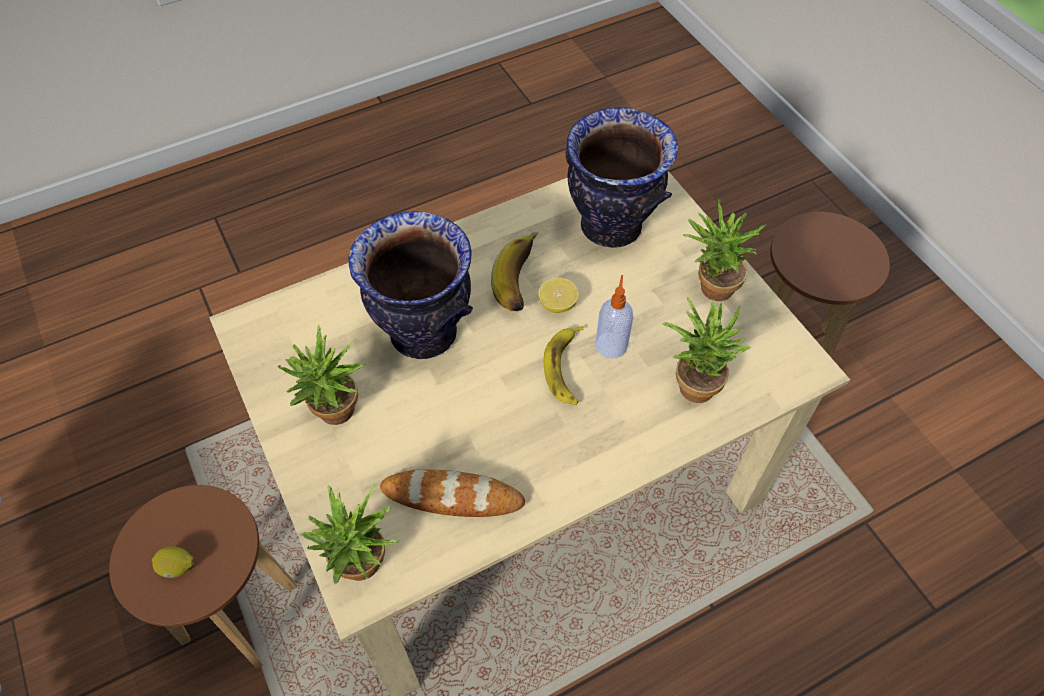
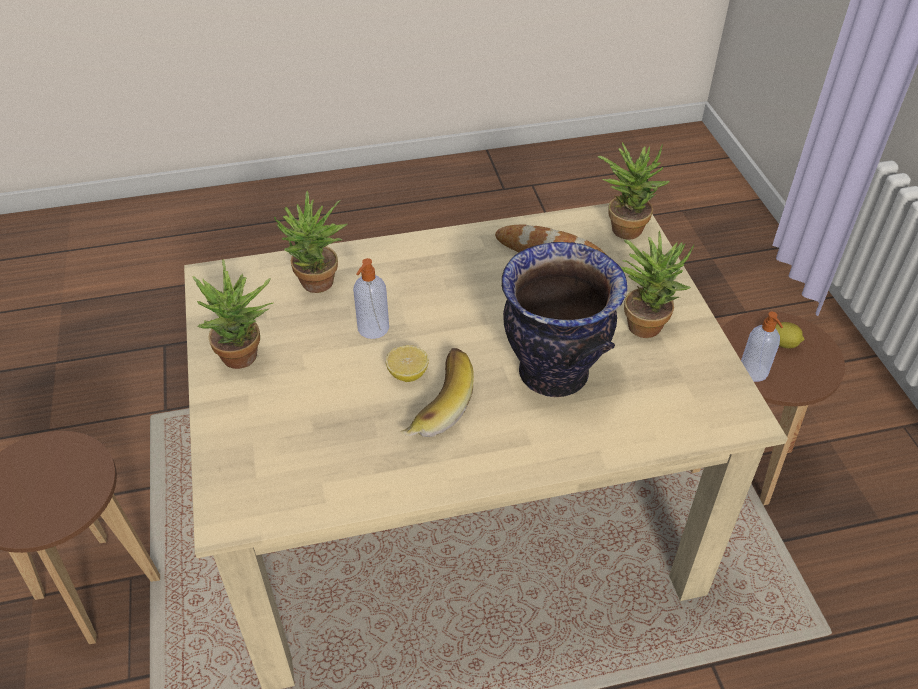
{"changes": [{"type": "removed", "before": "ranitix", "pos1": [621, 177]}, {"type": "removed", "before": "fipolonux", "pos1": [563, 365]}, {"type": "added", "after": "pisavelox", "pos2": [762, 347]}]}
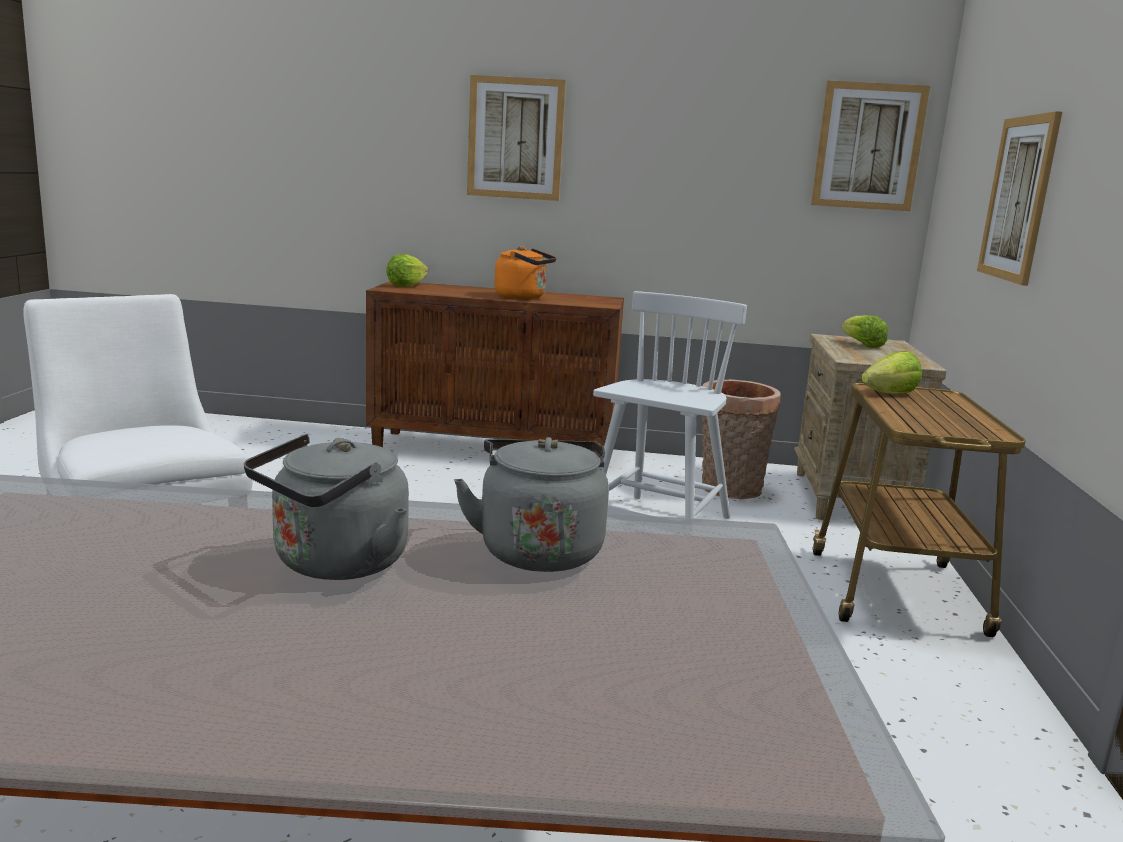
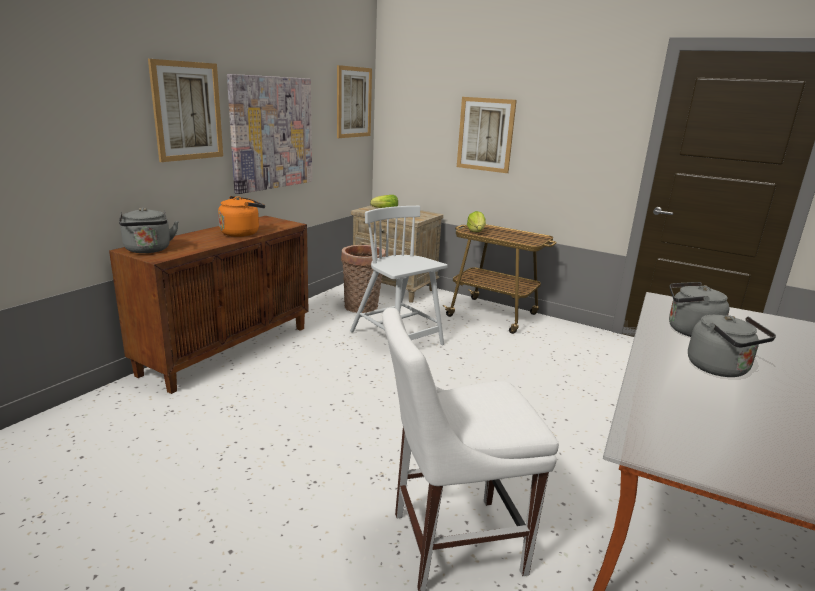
{"changes": [{"type": "replaced", "before": "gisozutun", "after": "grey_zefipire", "pos1": [407, 270], "pos2": [149, 230]}, {"type": "added", "after": "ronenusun", "pos2": [269, 134]}]}
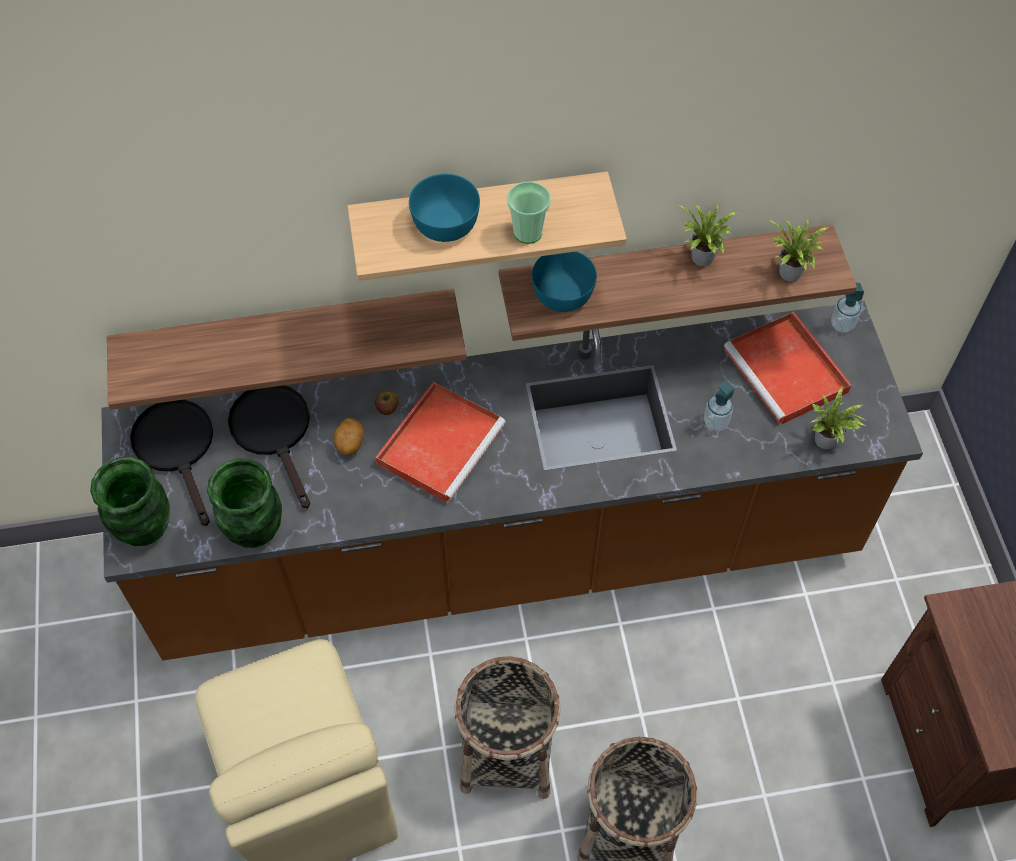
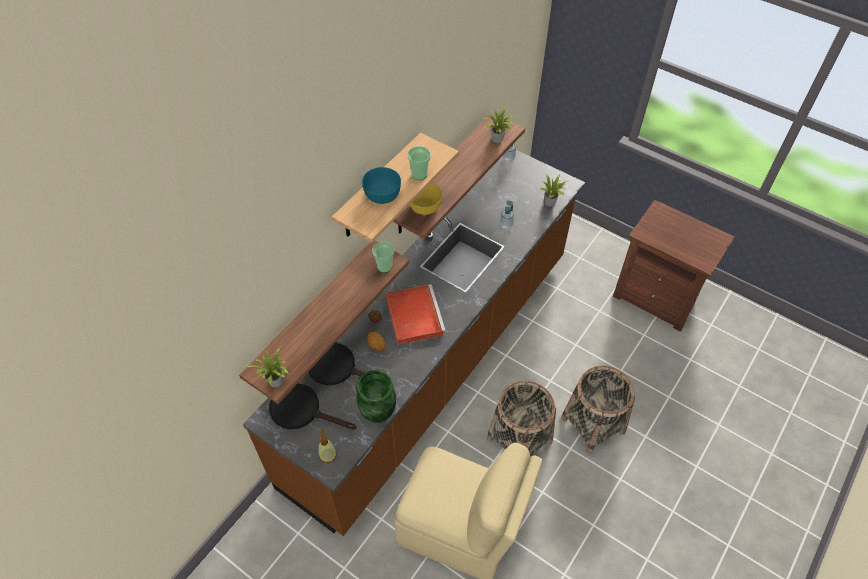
{"changes": [{"type": "moved", "before": "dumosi", "pos1": [708, 234], "pos2": [268, 367]}, {"type": "recoloured", "before": "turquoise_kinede", "after": "yellow_kinede", "pos1": [564, 282], "pos2": [426, 199]}, {"type": "removed", "before": "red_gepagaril", "pos1": [787, 368]}, {"type": "replaced", "before": "green_ranitix", "after": "pisavelox", "pos1": [130, 501], "pos2": [327, 446]}, {"type": "added", "after": "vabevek", "pos2": [383, 257]}]}
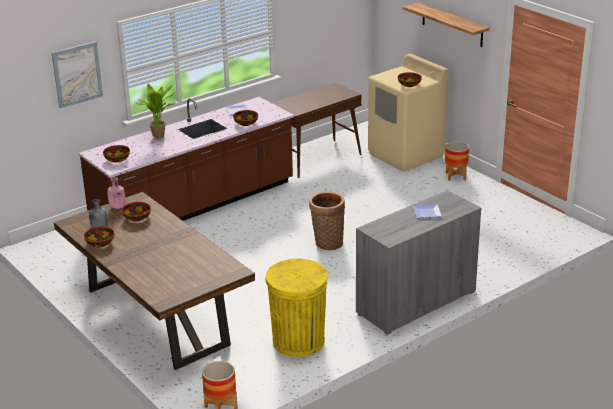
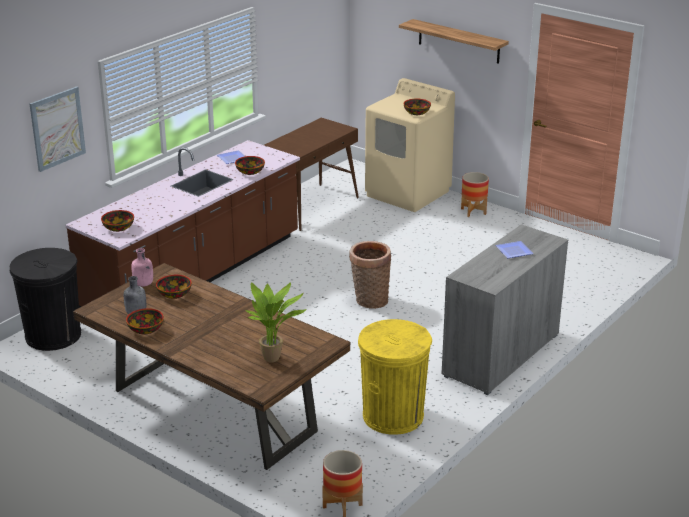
{"changes": [{"type": "moved", "before": "dumosi", "pos1": [155, 110], "pos2": [276, 322]}, {"type": "added", "after": "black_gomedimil", "pos2": [45, 299]}]}
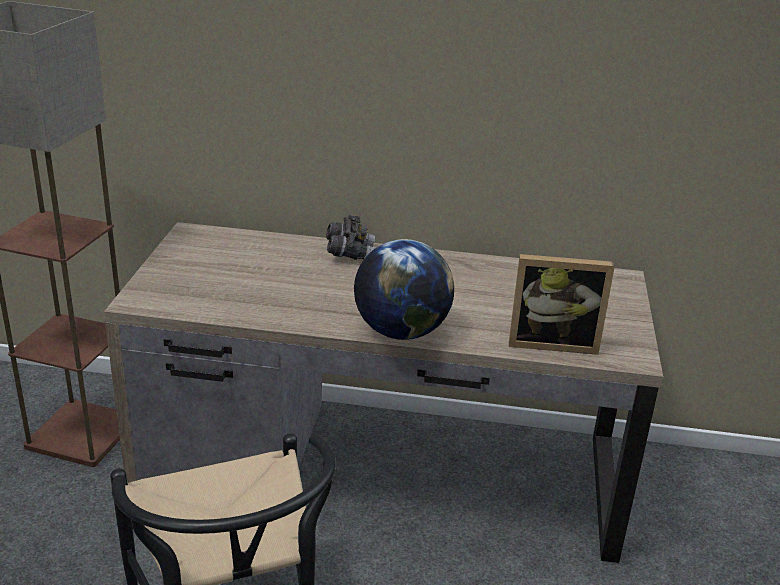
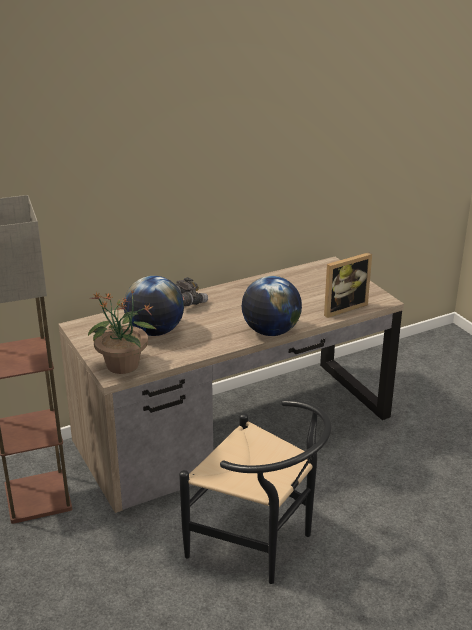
{"changes": [{"type": "added", "after": "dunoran", "pos2": [154, 306]}, {"type": "added", "after": "dumosi", "pos2": [122, 332]}]}
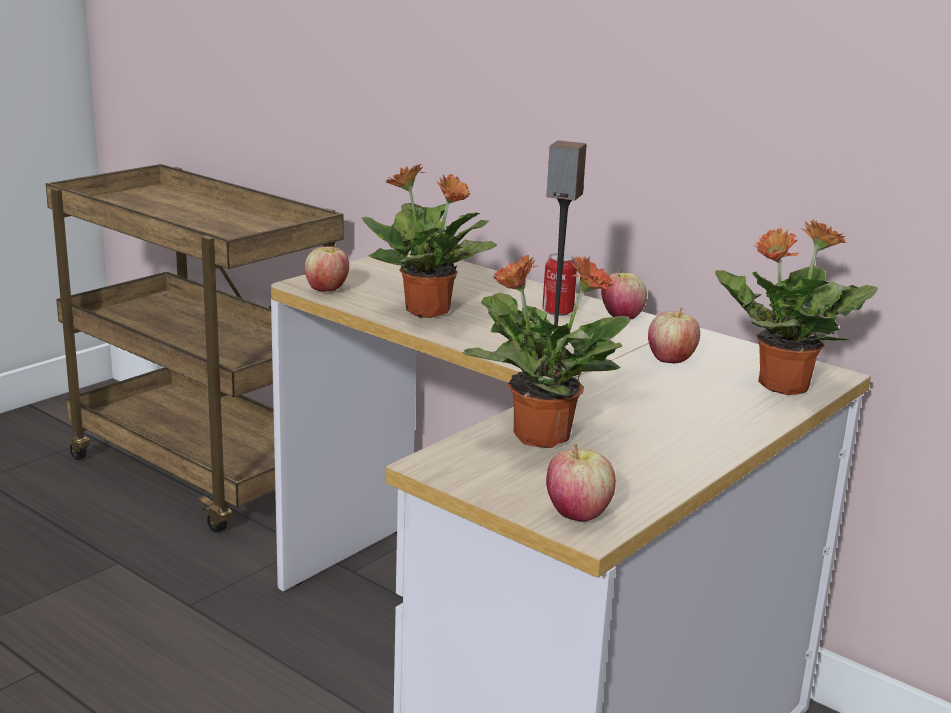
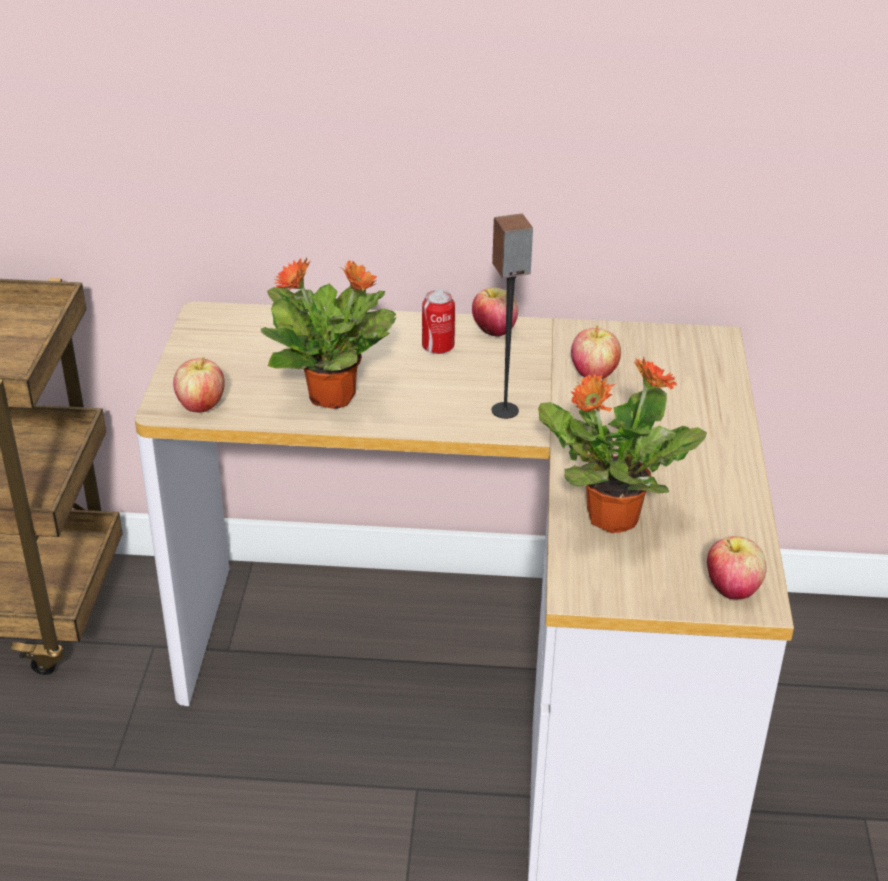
{"changes": [{"type": "removed", "before": "dumosi", "pos1": [796, 307]}]}
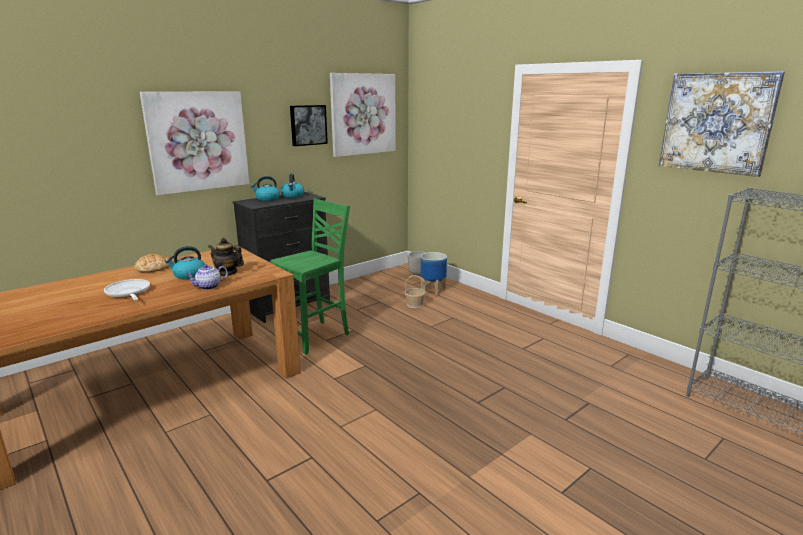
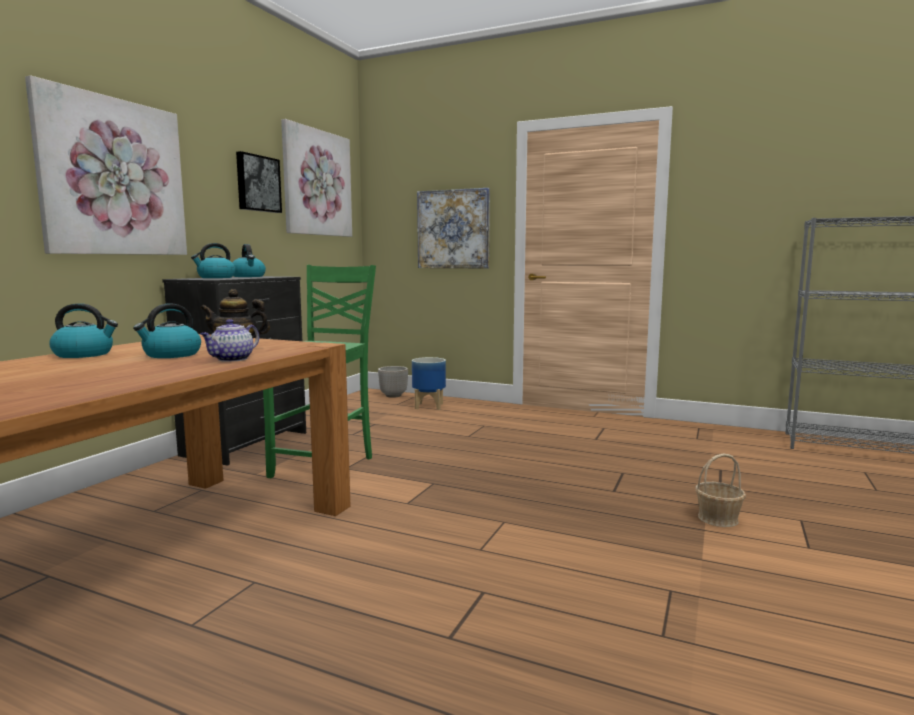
{"changes": [{"type": "moved", "before": "ronenusun", "pos1": [722, 124], "pos2": [453, 228]}, {"type": "replaced", "before": "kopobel", "after": "zefipire", "pos1": [153, 263], "pos2": [83, 330]}, {"type": "moved", "before": "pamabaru", "pos1": [415, 291], "pos2": [720, 490]}, {"type": "removed", "before": "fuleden", "pos1": [127, 289]}]}
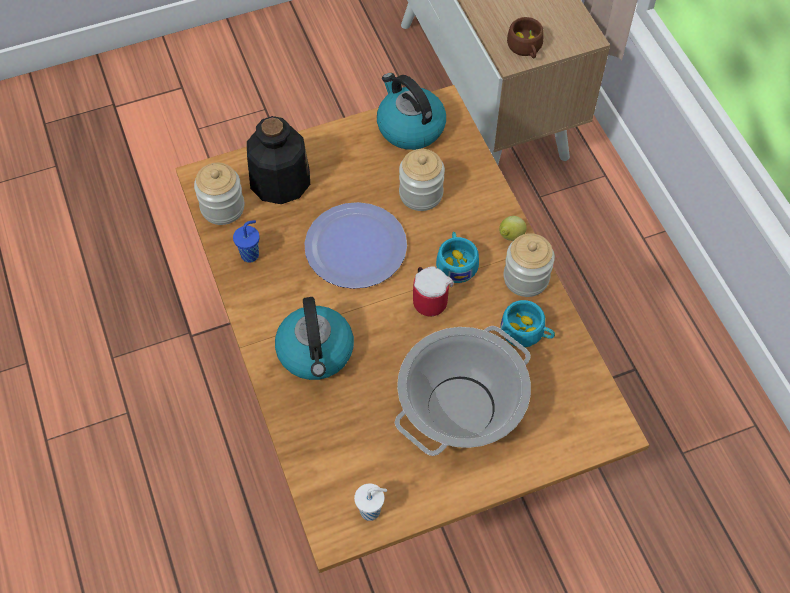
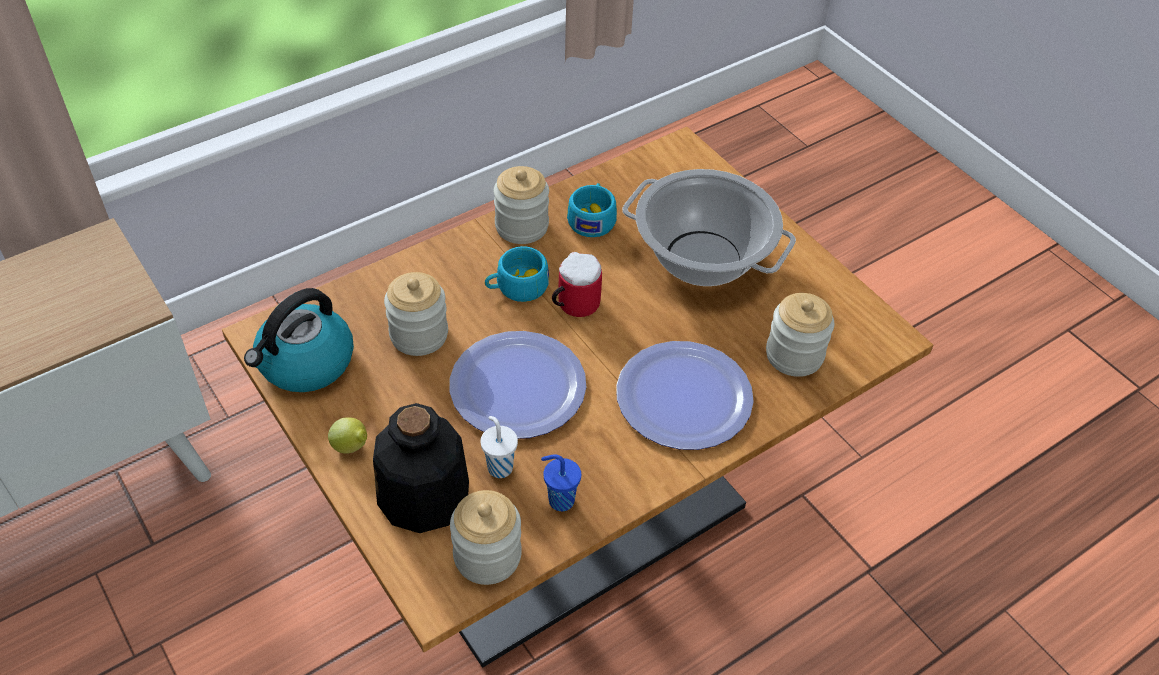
{"changes": [{"type": "removed", "before": "brown_vabevek", "pos1": [525, 37]}, {"type": "moved", "before": "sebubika", "pos1": [513, 228], "pos2": [347, 435]}, {"type": "replaced", "before": "zefipire", "after": "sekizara", "pos1": [314, 338], "pos2": [685, 395]}, {"type": "moved", "before": "white_vabevek", "pos1": [370, 502], "pos2": [499, 447]}, {"type": "added", "after": "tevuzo", "pos2": [800, 335]}]}
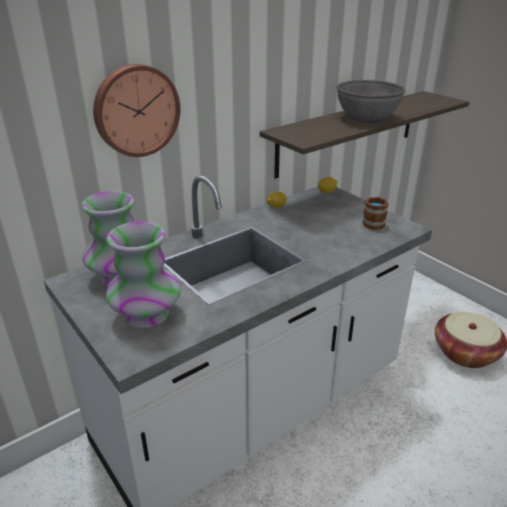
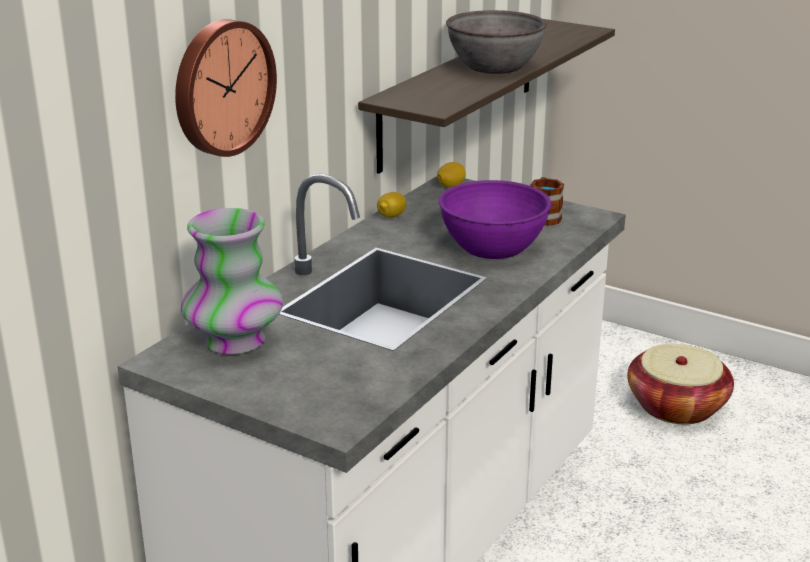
{"changes": [{"type": "removed", "before": "ranitix", "pos1": [143, 274]}, {"type": "added", "after": "purple_kinede", "pos2": [495, 219]}]}
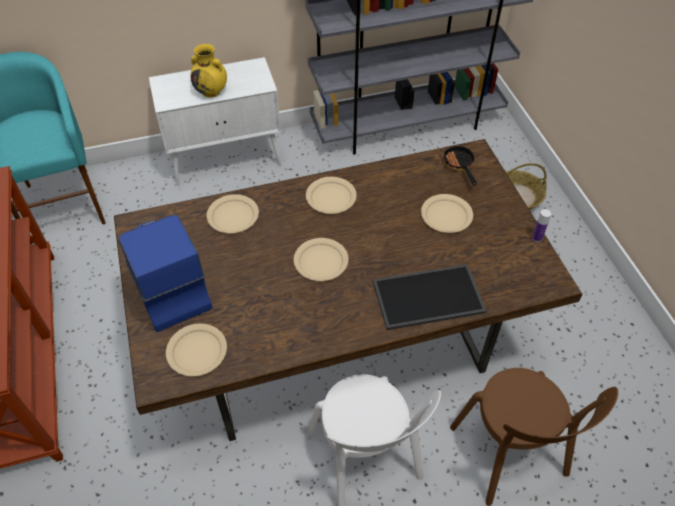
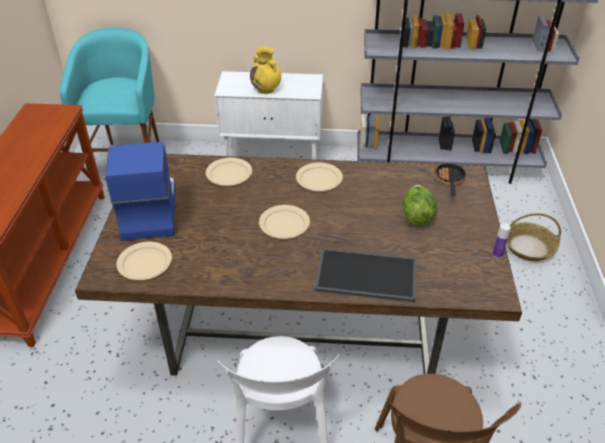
{"changes": [{"type": "replaced", "before": "beige_sekizara", "after": "gisozutun", "pos1": [447, 213], "pos2": [419, 205]}]}
